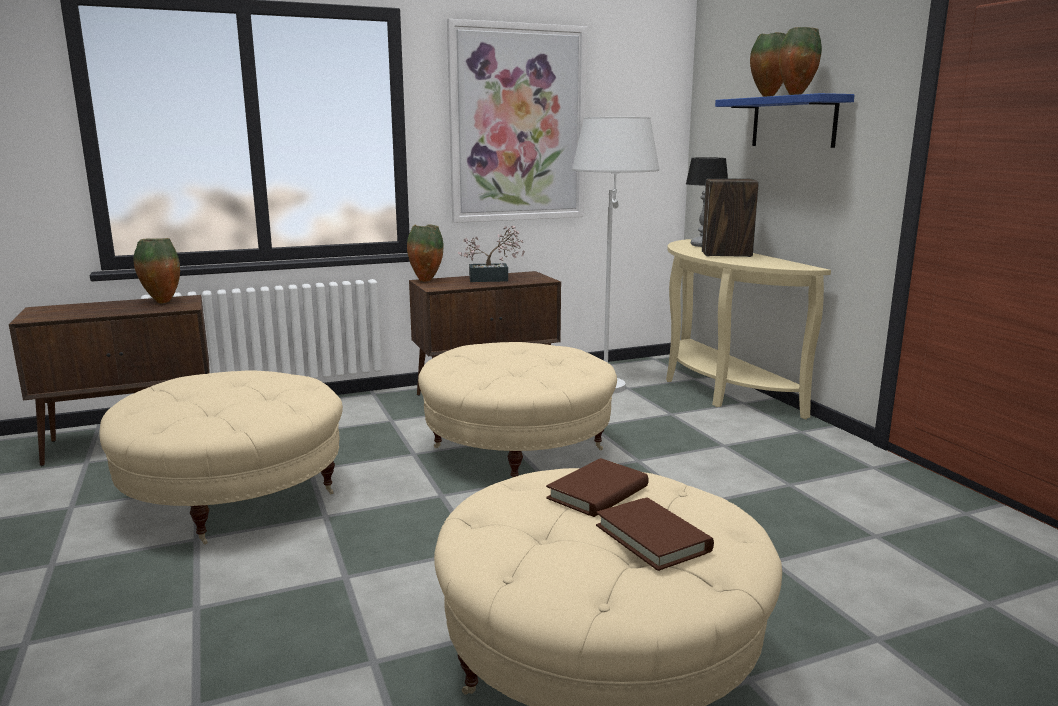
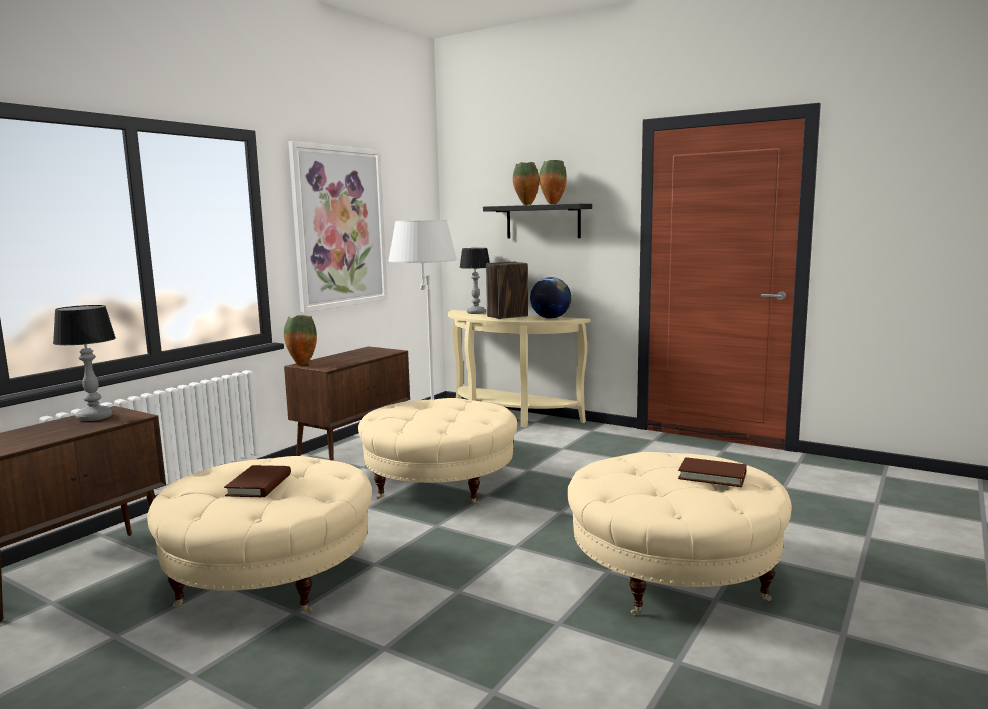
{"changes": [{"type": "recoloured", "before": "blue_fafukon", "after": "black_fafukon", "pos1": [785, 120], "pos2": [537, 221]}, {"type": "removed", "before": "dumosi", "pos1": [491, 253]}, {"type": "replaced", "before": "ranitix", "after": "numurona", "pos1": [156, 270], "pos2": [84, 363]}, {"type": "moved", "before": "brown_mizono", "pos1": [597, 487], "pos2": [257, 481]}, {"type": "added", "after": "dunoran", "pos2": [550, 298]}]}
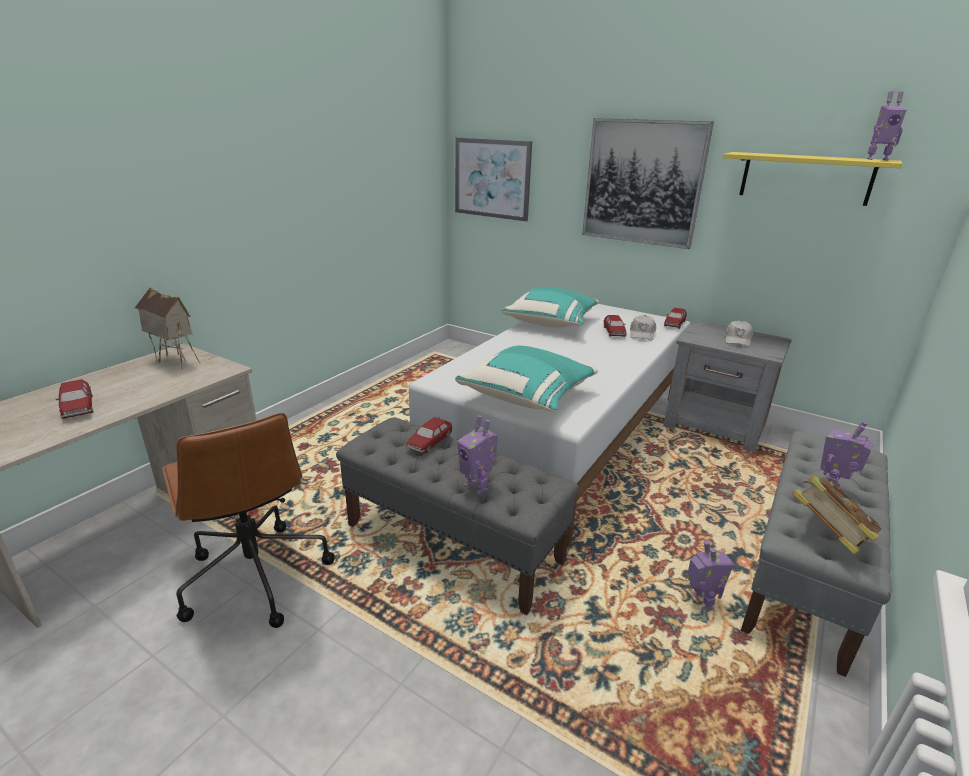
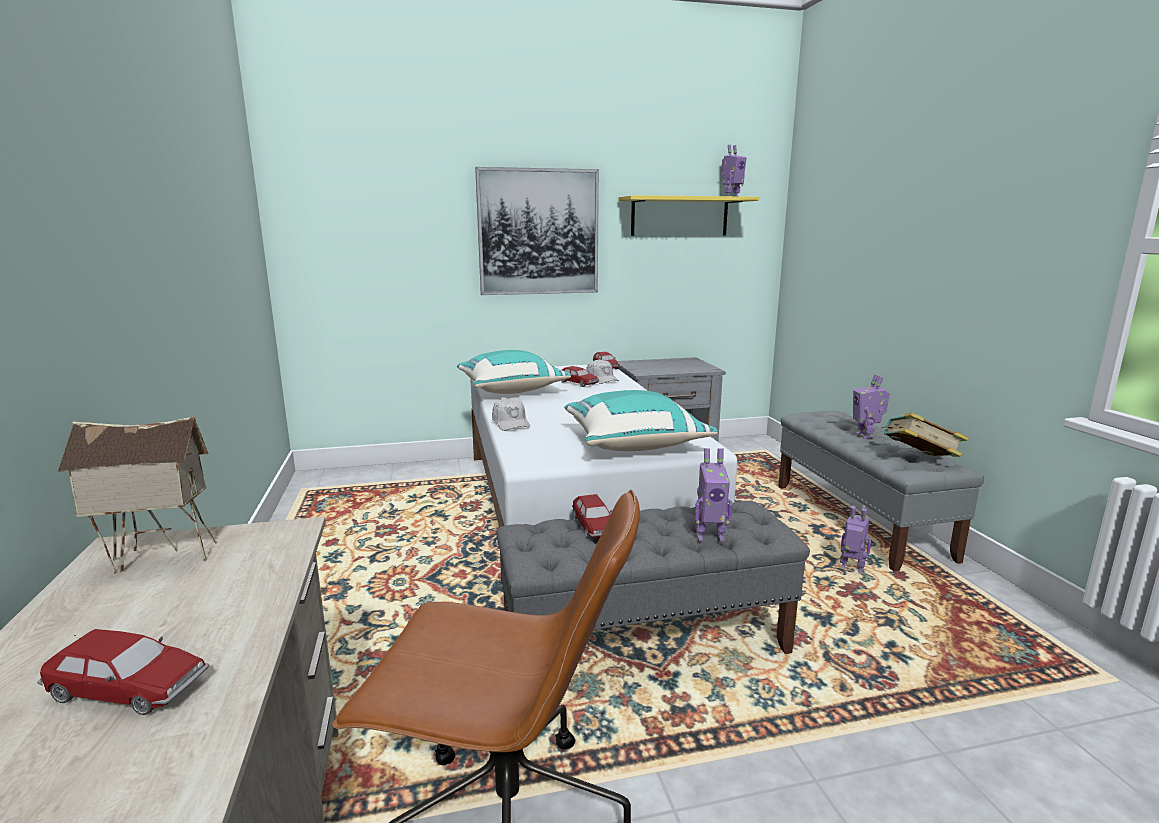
{"changes": [{"type": "removed", "before": "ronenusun", "pos1": [493, 179]}, {"type": "moved", "before": "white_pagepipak", "pos1": [739, 333], "pos2": [511, 414]}]}
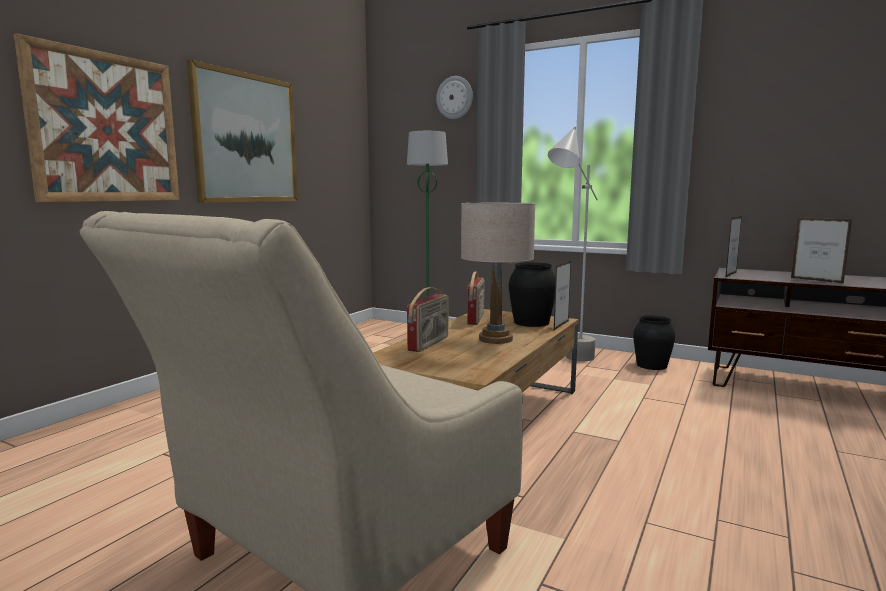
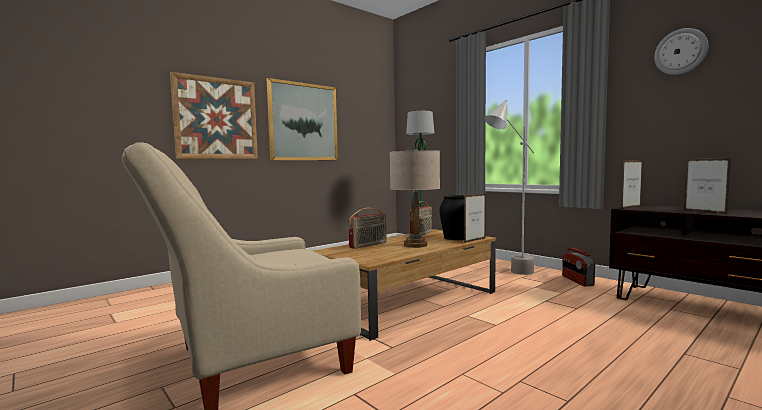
{"changes": [{"type": "moved", "before": "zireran", "pos1": [454, 97], "pos2": [681, 51]}, {"type": "replaced", "before": "black_ranitix", "after": "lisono", "pos1": [654, 342], "pos2": [578, 267]}]}
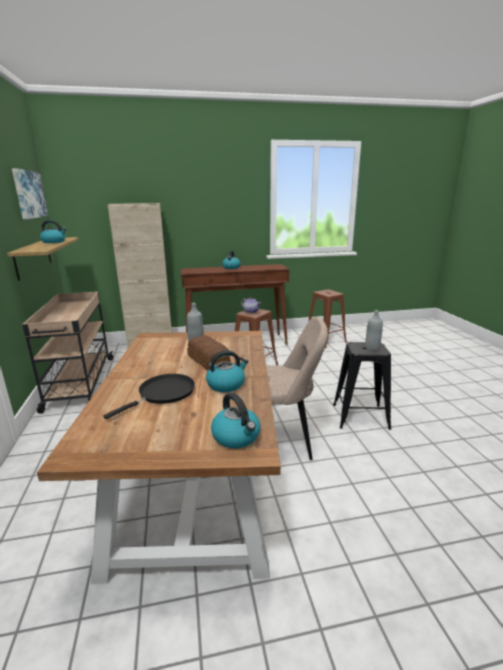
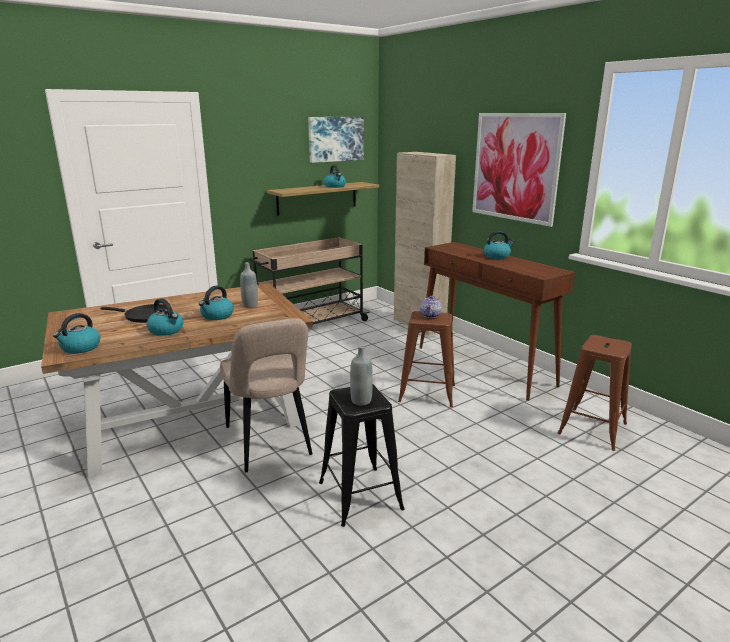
{"changes": [{"type": "replaced", "before": "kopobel", "after": "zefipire", "pos1": [209, 353], "pos2": [216, 303]}, {"type": "added", "after": "ronenusun", "pos2": [519, 170]}]}
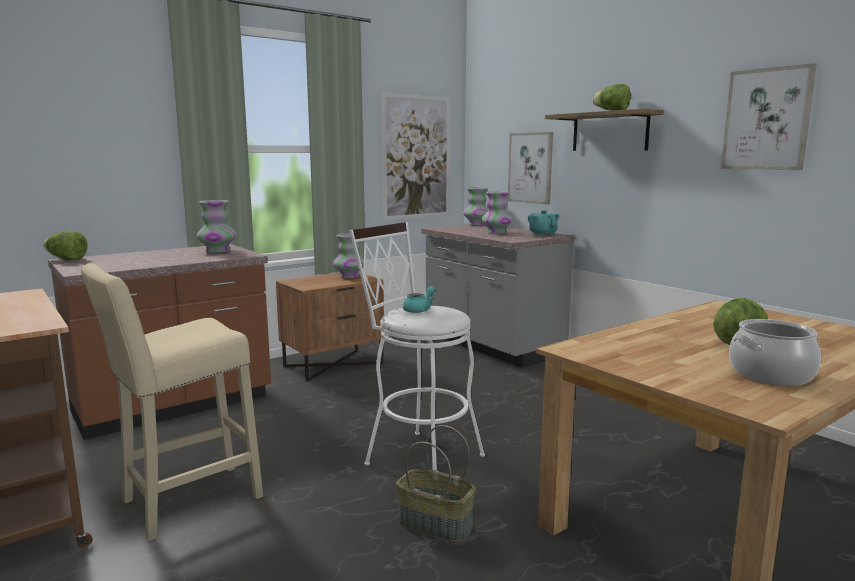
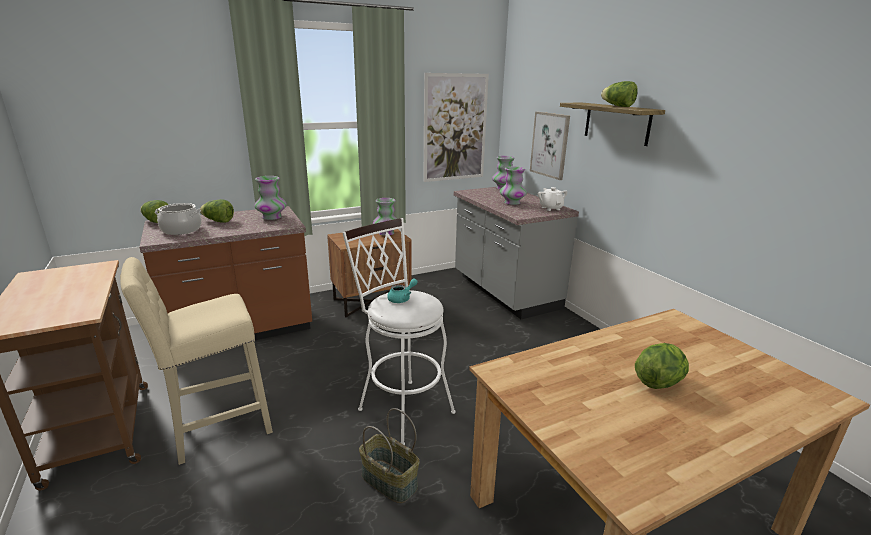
{"changes": [{"type": "removed", "before": "ronenusun", "pos1": [769, 116]}, {"type": "recoloured", "before": "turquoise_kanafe", "after": "white_kanafe", "pos1": [543, 223], "pos2": [552, 199]}, {"type": "moved", "before": "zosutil", "pos1": [775, 352], "pos2": [178, 219]}, {"type": "added", "after": "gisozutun", "pos2": [217, 211]}]}
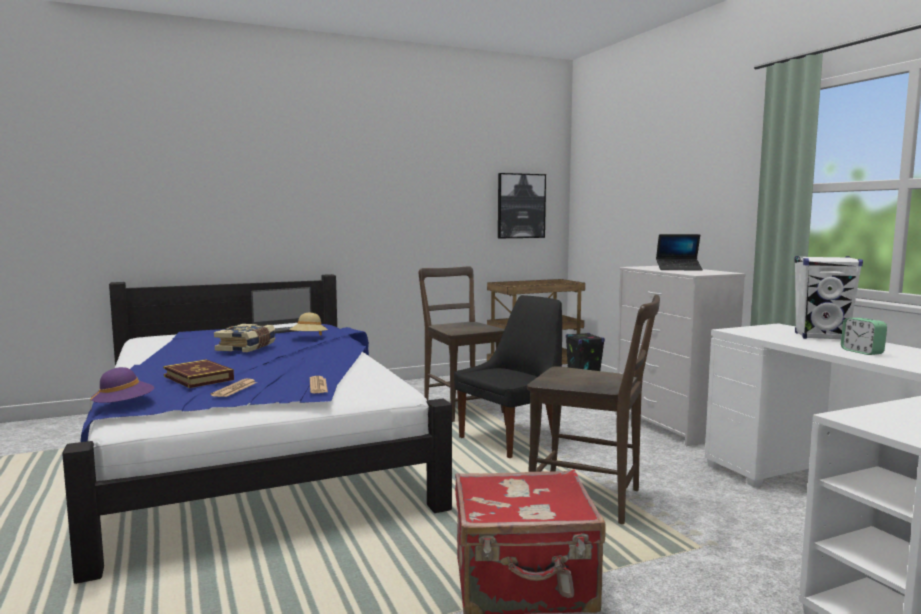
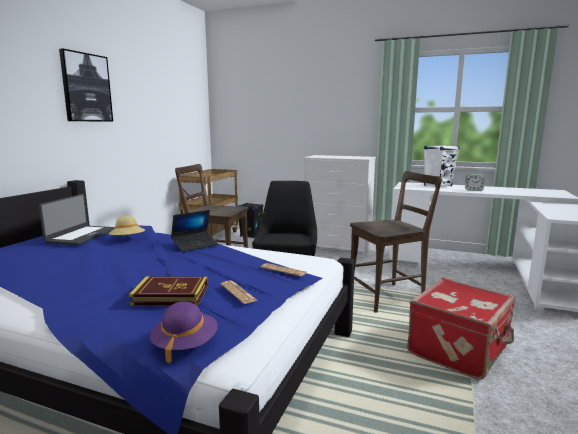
{"changes": [{"type": "moved", "before": "ronenusun", "pos1": [522, 205], "pos2": [86, 85]}, {"type": "moved", "before": "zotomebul", "pos1": [679, 252], "pos2": [194, 231]}, {"type": "removed", "before": "mizono", "pos1": [244, 338]}]}
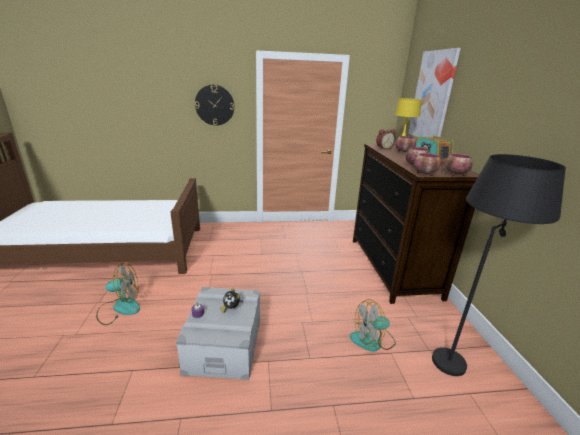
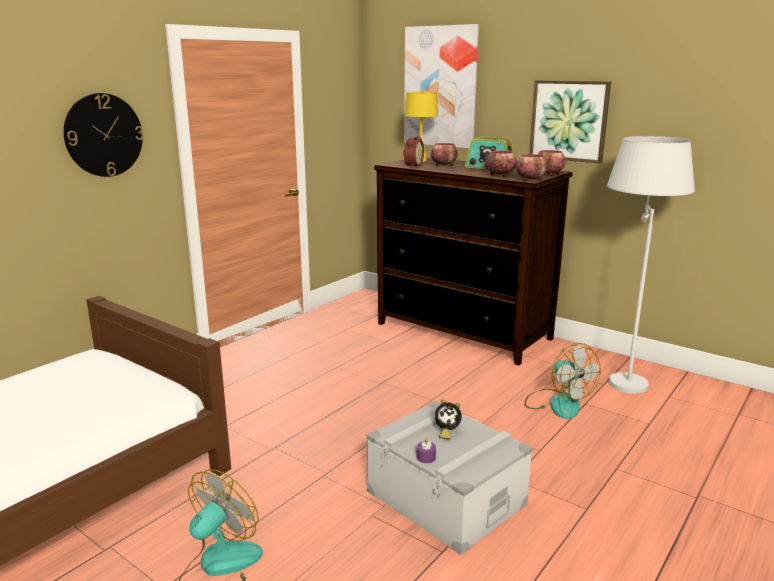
{"changes": [{"type": "recoloured", "before": "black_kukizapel", "after": "white_kukizapel", "pos1": [499, 265], "pos2": [651, 265]}, {"type": "turned", "before": "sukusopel", "pos1": [373, 325], "pos2": [562, 381], "turn": -60}, {"type": "added", "after": "ronenusun", "pos2": [570, 121]}]}
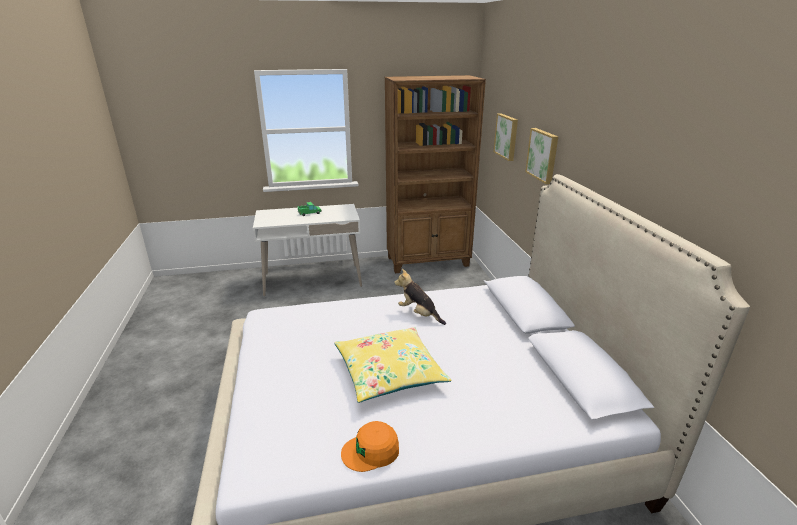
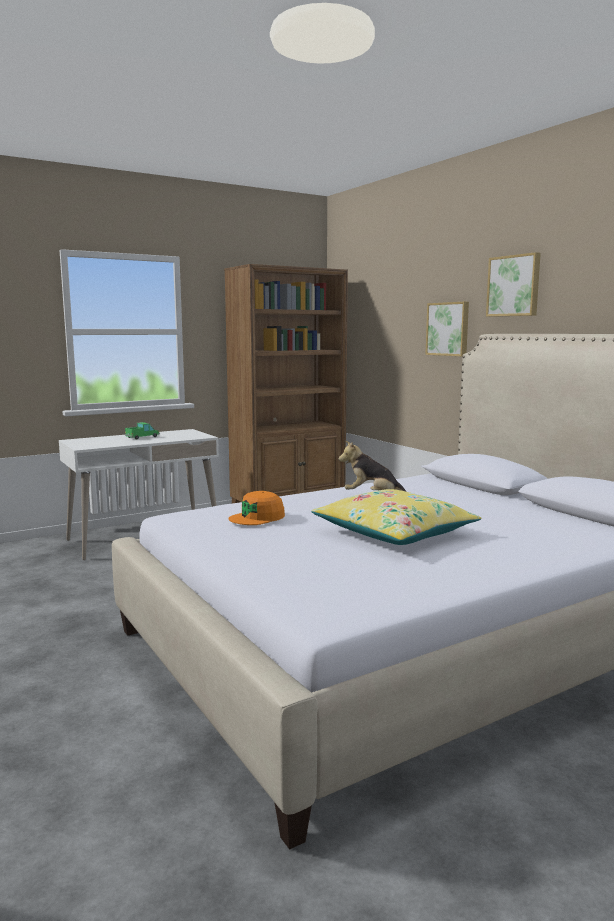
{"changes": [{"type": "moved", "before": "ronenusun", "pos1": [506, 137], "pos2": [513, 284]}, {"type": "moved", "before": "orange_pagepipak", "pos1": [370, 446], "pos2": [256, 508]}]}
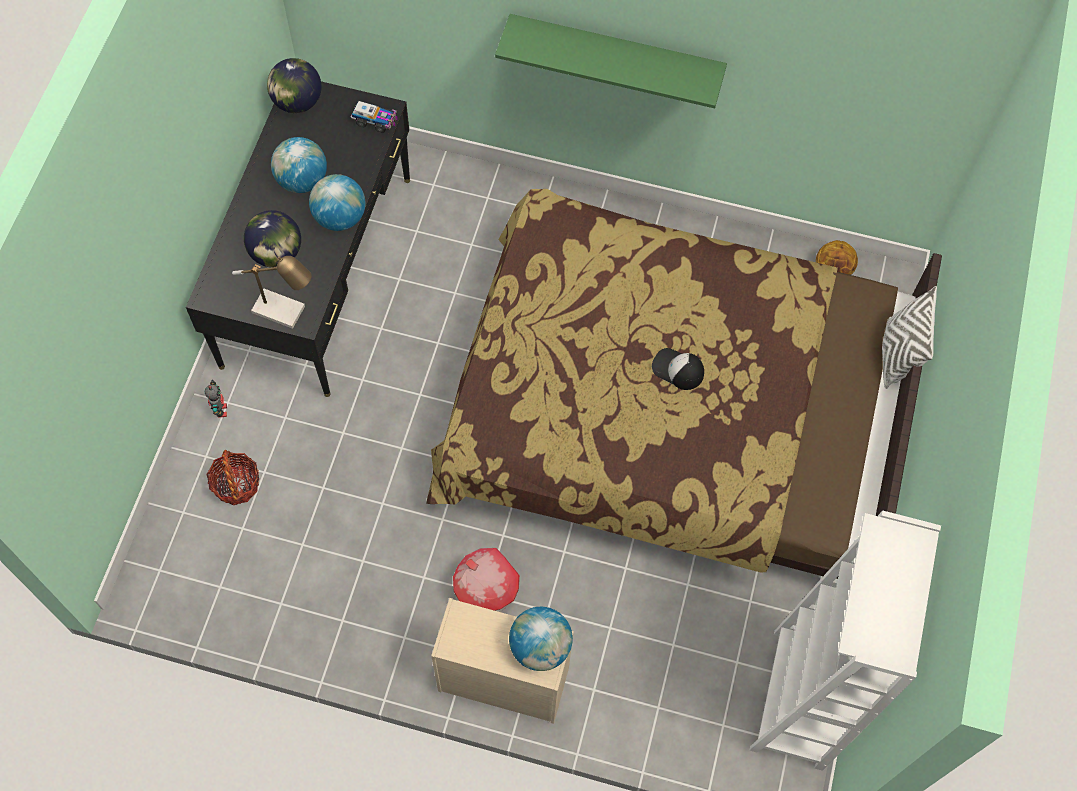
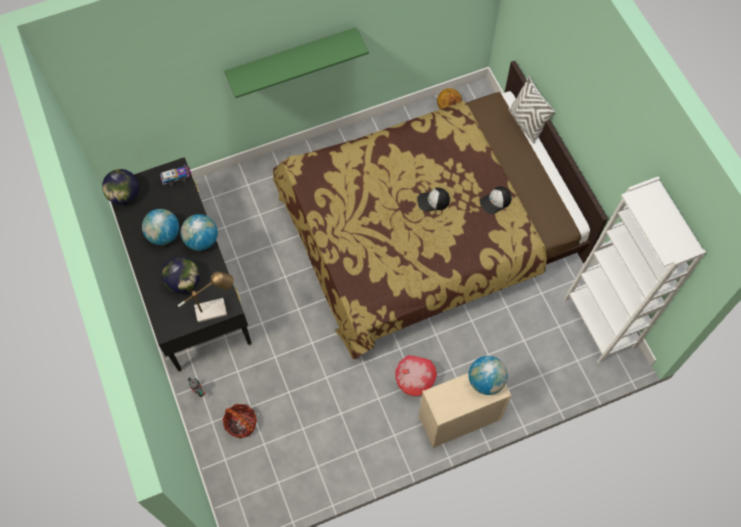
{"changes": [{"type": "added", "after": "pagepipak", "pos2": [495, 200]}]}
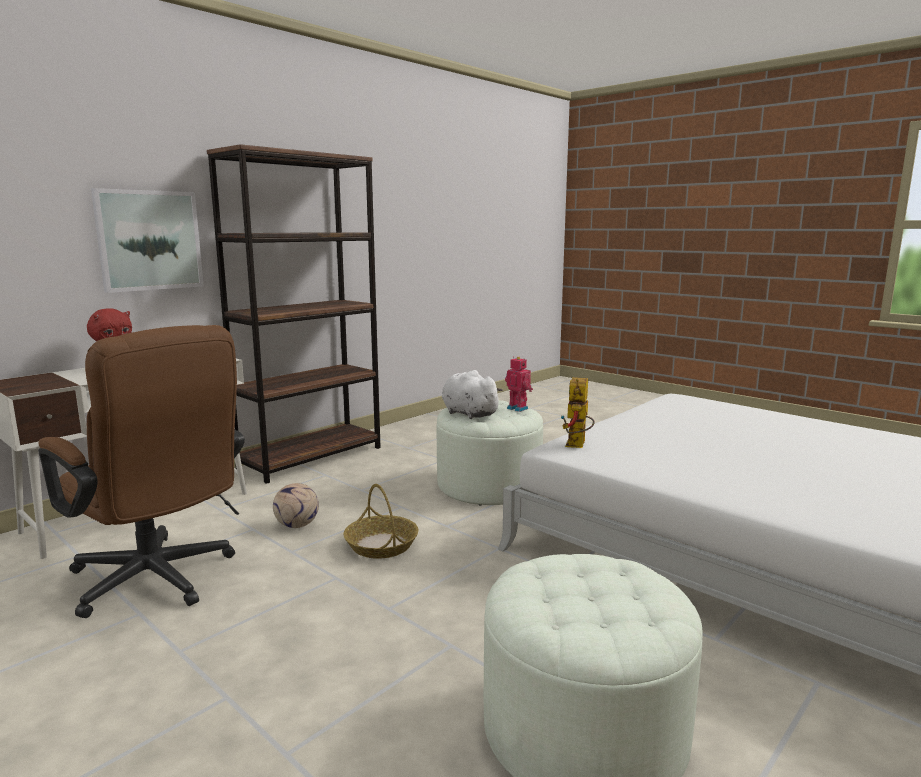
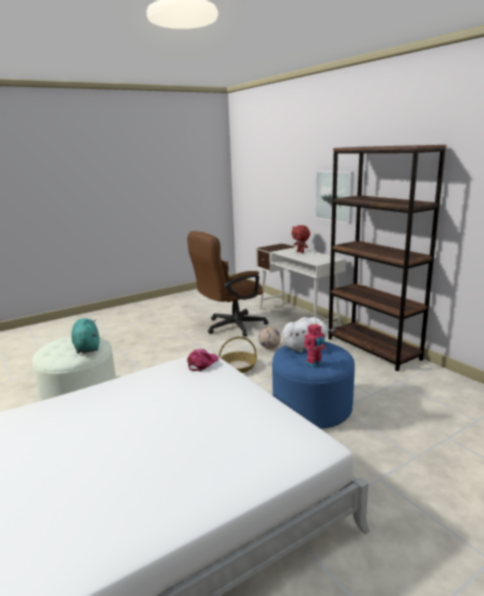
{"changes": [{"type": "replaced", "before": "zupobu", "after": "pink_pagepipak", "pos1": [578, 412], "pos2": [202, 360]}, {"type": "recoloured", "before": "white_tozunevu", "after": "blue_tozunevu", "pos1": [490, 452], "pos2": [313, 385]}, {"type": "added", "after": "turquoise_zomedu", "pos2": [85, 336]}]}
